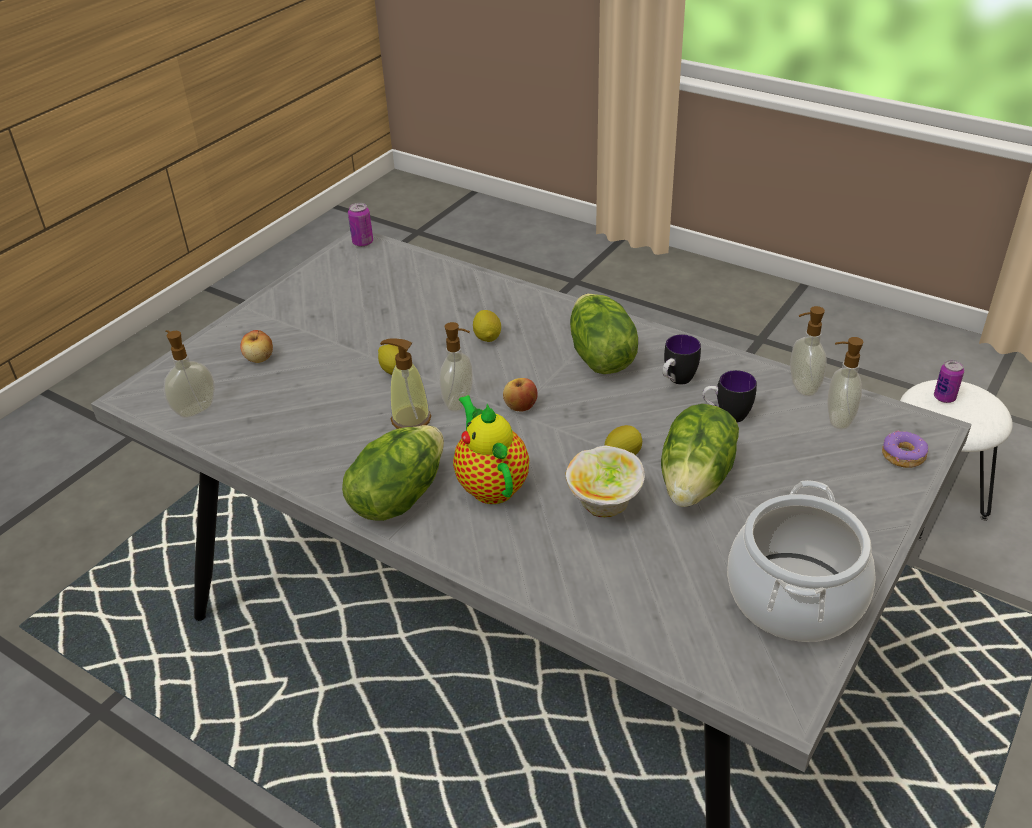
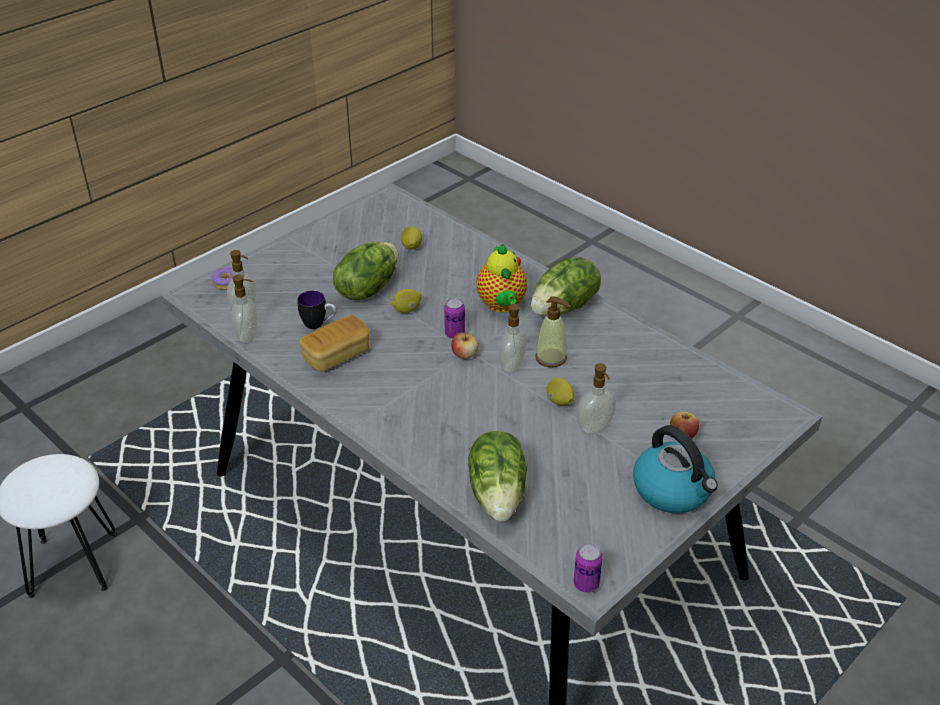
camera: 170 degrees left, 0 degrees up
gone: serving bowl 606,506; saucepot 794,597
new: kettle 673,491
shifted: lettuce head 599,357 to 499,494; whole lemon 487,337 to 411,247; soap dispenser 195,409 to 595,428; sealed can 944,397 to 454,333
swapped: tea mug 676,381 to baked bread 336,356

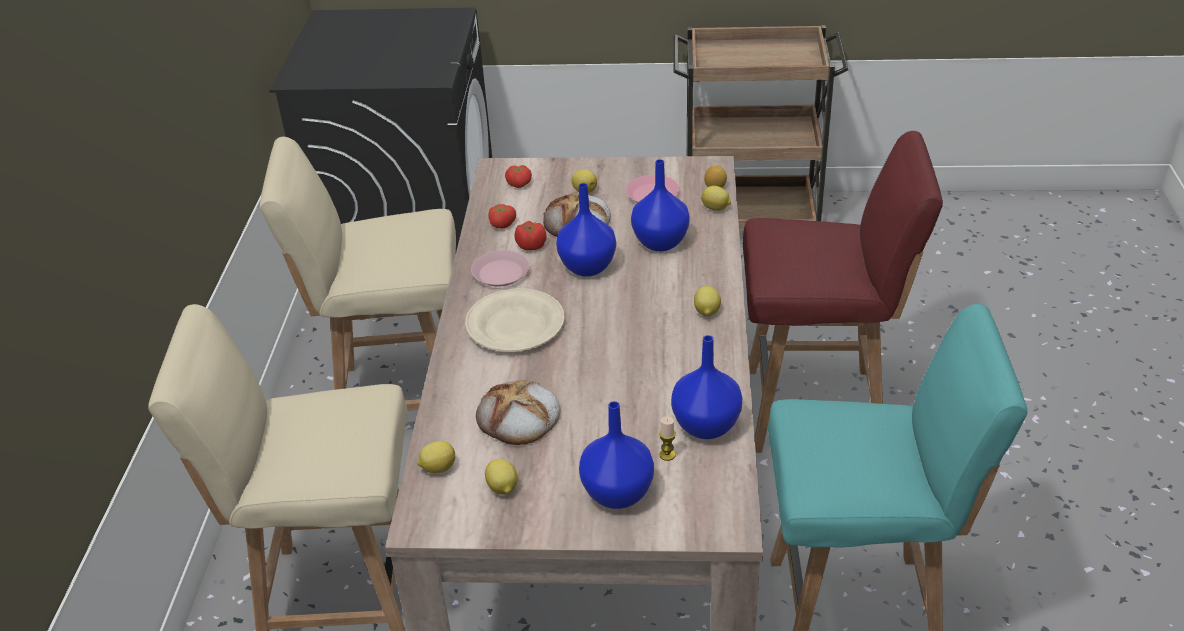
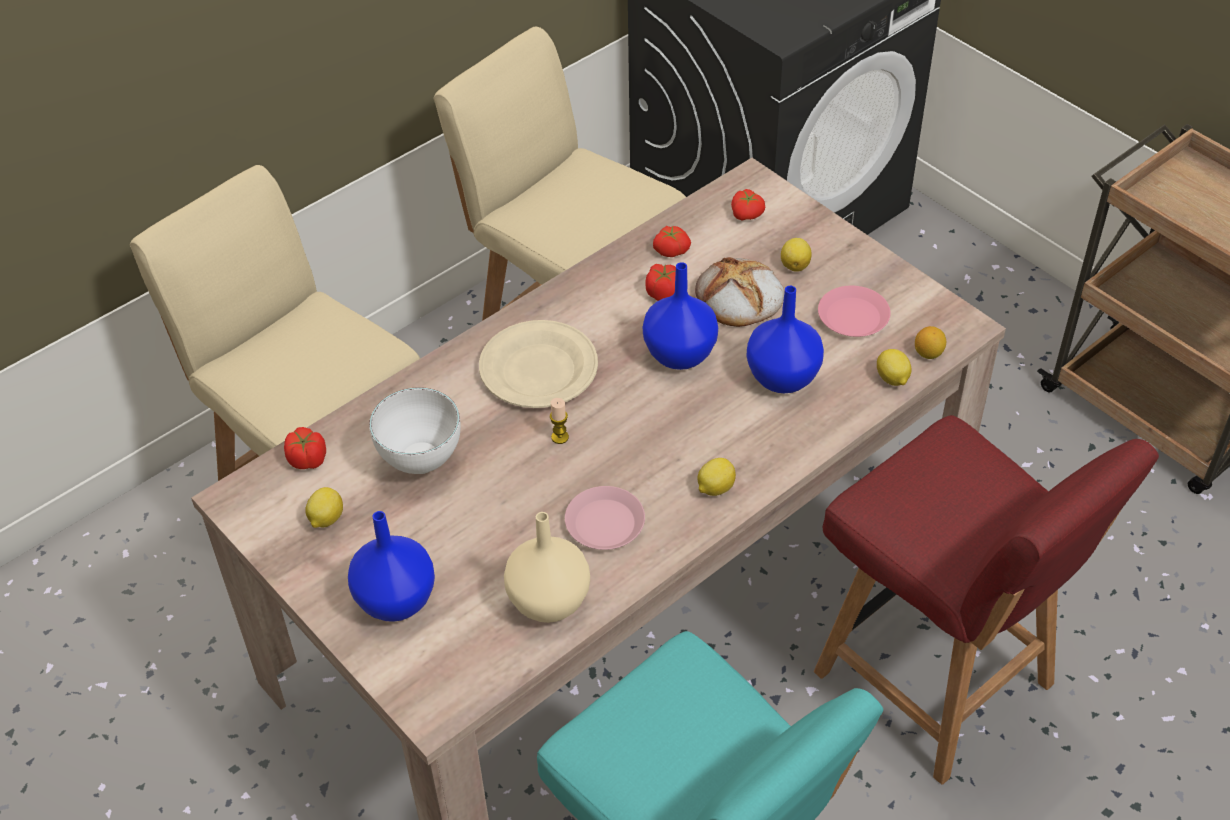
camera: 45 degrees right, 10 degrees up
shifted: pink-coloured flat dish 501,273 to 605,523; candle 667,455 to 560,437
swapped: baked bread 519,418 to whitish serving bowl 421,464; whole lemon 438,468 to tomato 308,459
repainted: blue flower vase 707,426 to beige-coloured flower vase 550,603

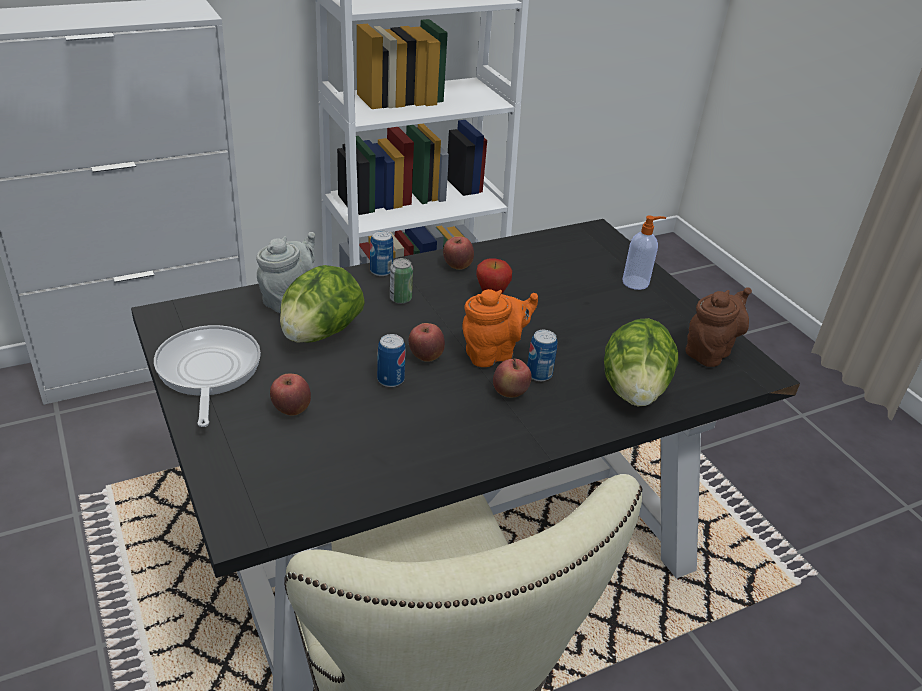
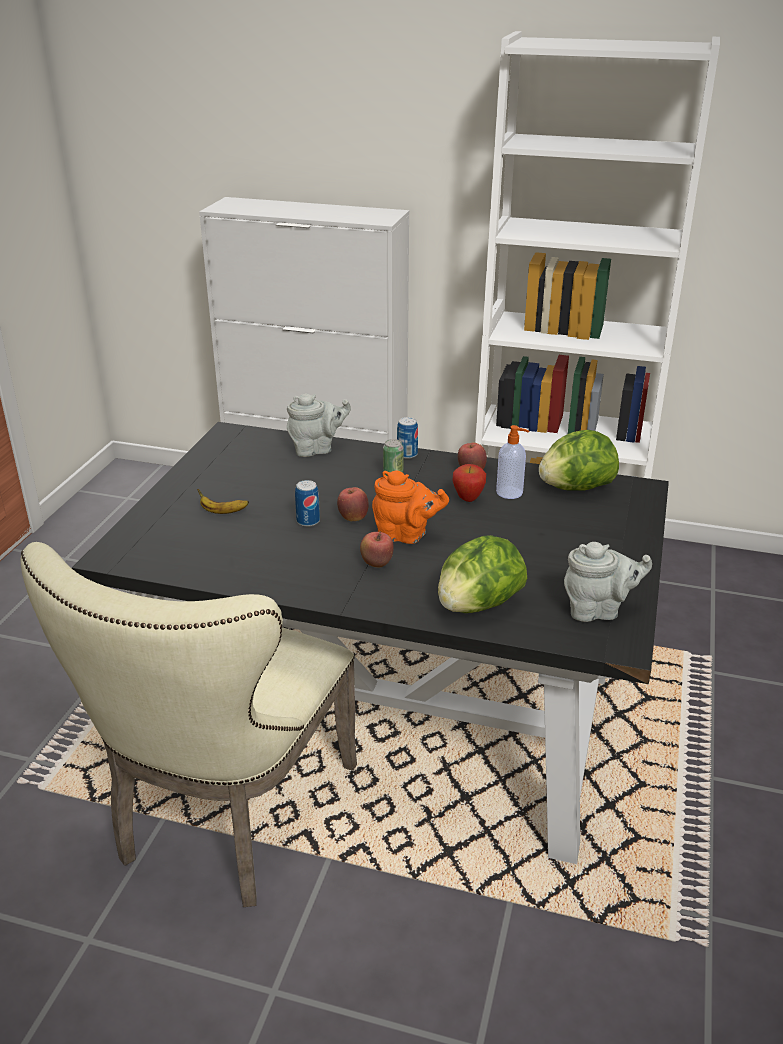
camera: 45 degrees right, 5 degrees down
gone: frying pan 208,372; sealed can 539,374
shifted: soap dispenser 636,282 to 510,493; lettuce head 320,333 to 575,488
swapped: apple 291,410 to banana 222,512
repainted: brown-coloured tea pot 710,351 to grey tea pot 598,610

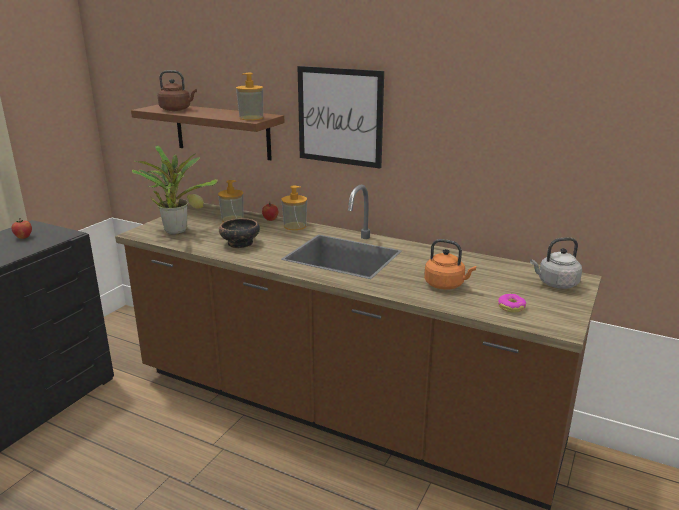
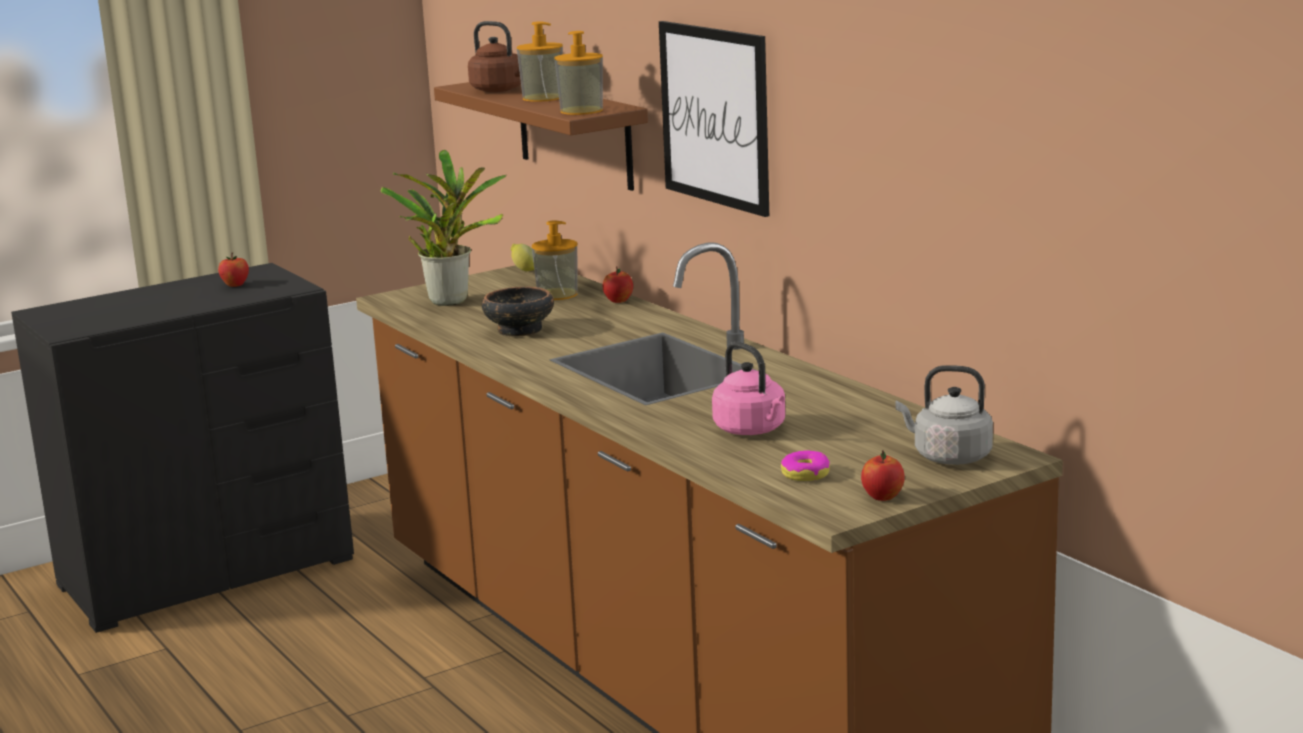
camera: 30 degrees right, 5 degrees down
new: apple 882,497
shifted: soap dispenser 295,226 to 542,97
repainted: orange kettle 446,285 to pink-coloured kettle 752,430

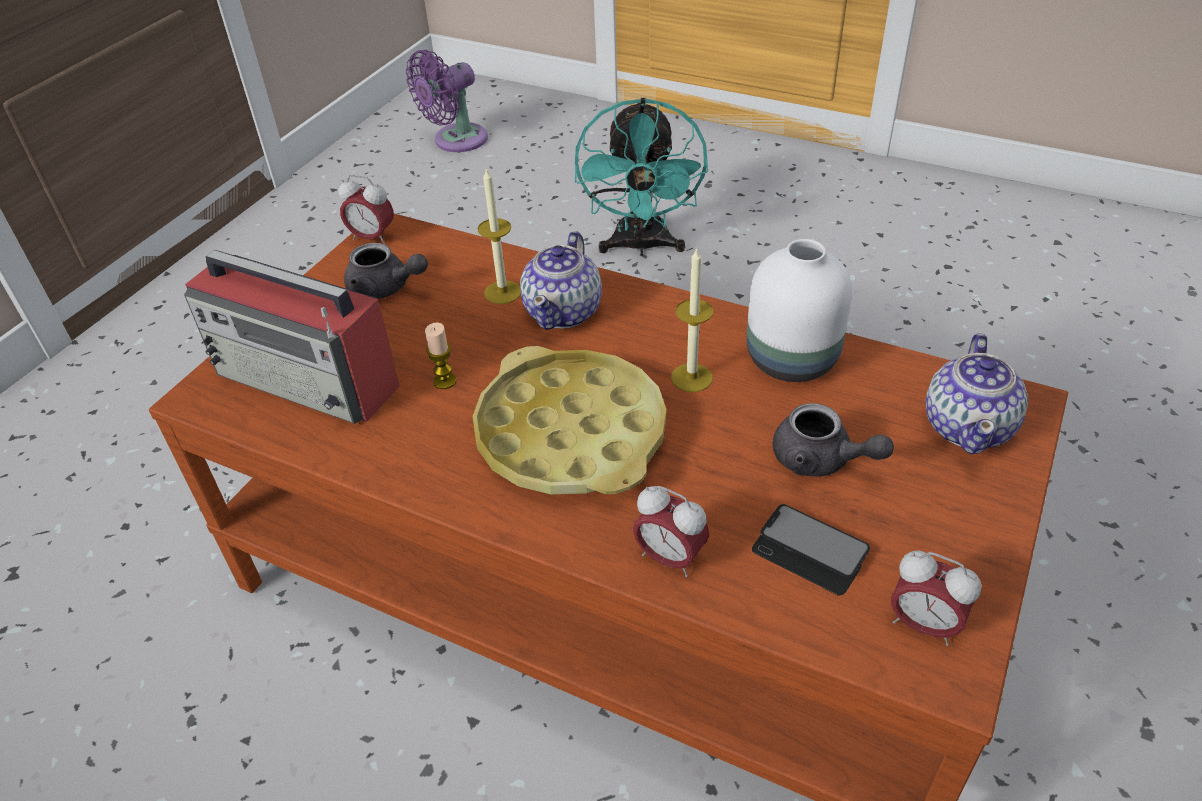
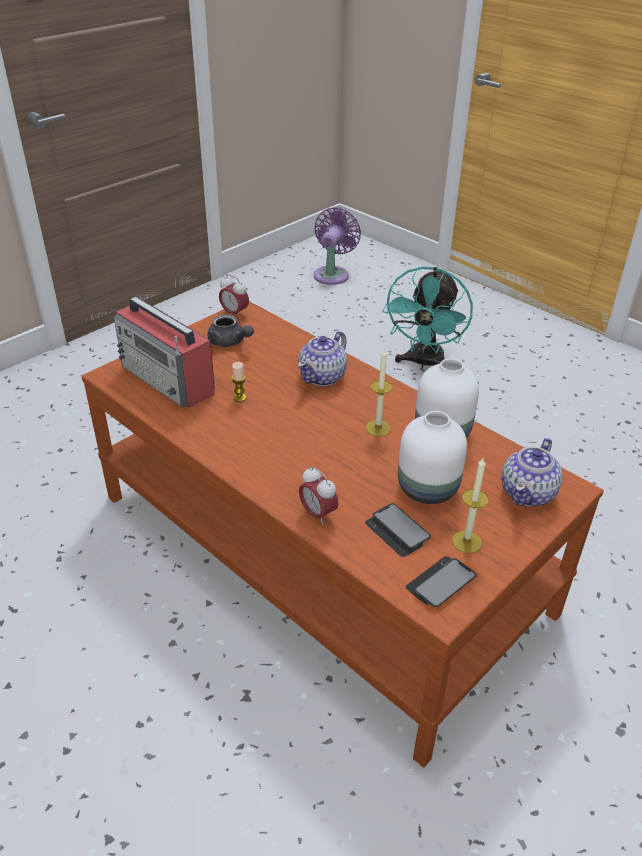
camera: 15 degrees right, 5 degrees down
gone: yellow-coloured carrying tray 570,434
shifted: candle 502,292 to 466,542
swapped: grey tea pot 821,460 to whitish flower vase 429,488; alarm clock 923,625 to telephone 440,583
rotated: purplish electric fan 456,141 = 332,274 135 degrees clockwise

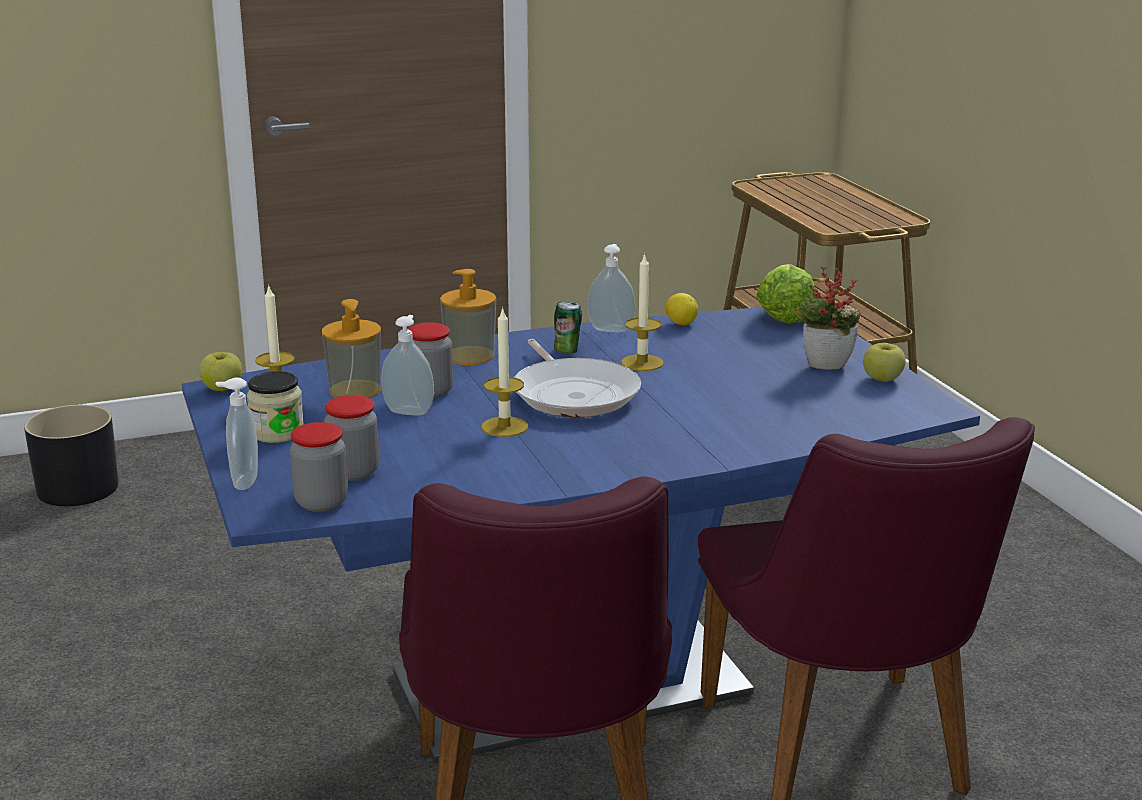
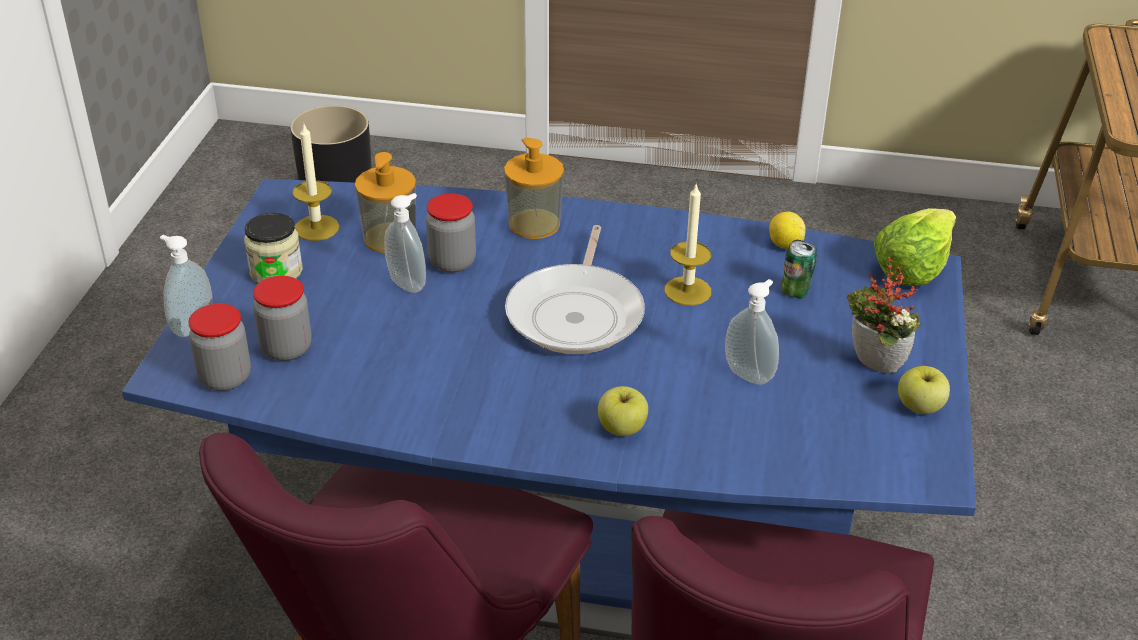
camera: 30 degrees right, 15 degrees up
gone: candle 504,427
shifted: soap dispenser 611,329 to 750,374; sealed can 567,350 to 795,292; apple 222,388 to 622,428

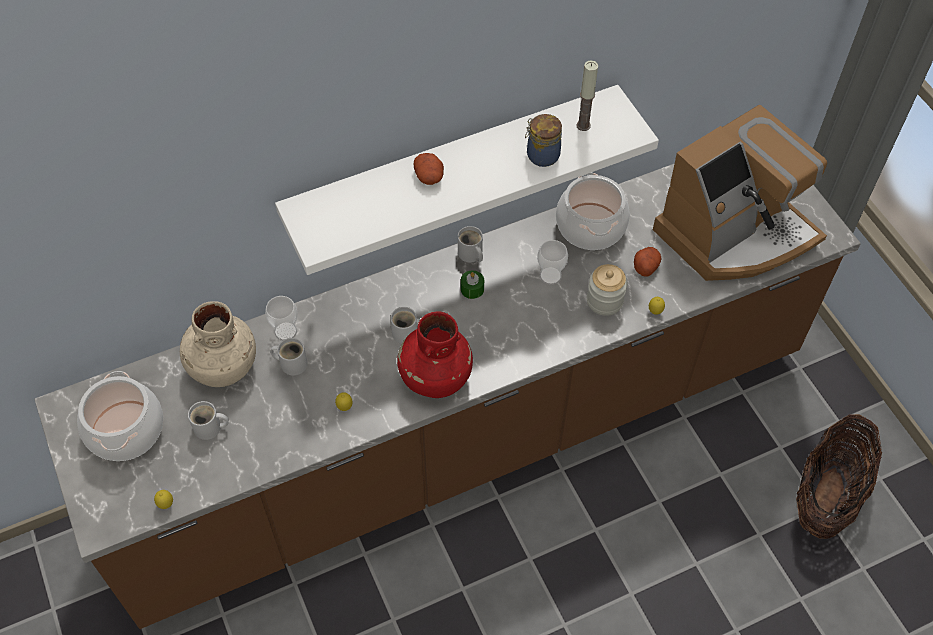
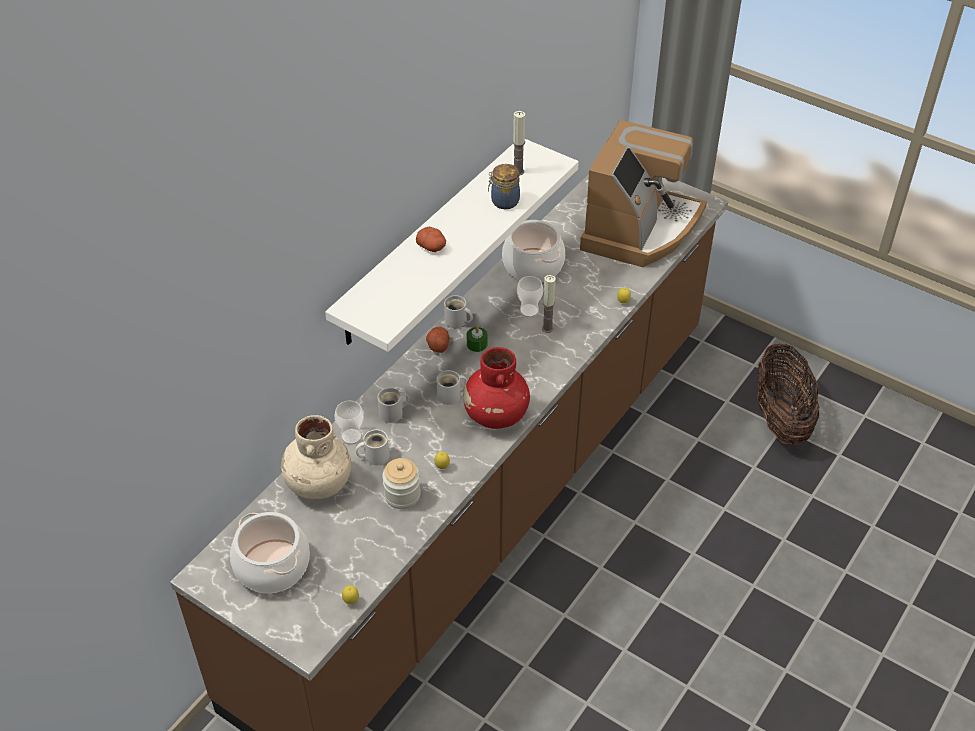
camera: 30 degrees left, 10 degrees down
new: candle 547,328
shifted: spud 645,266 to 438,345; storage jar 604,301 to 402,495; whitish tea mug 210,428 to 393,413

